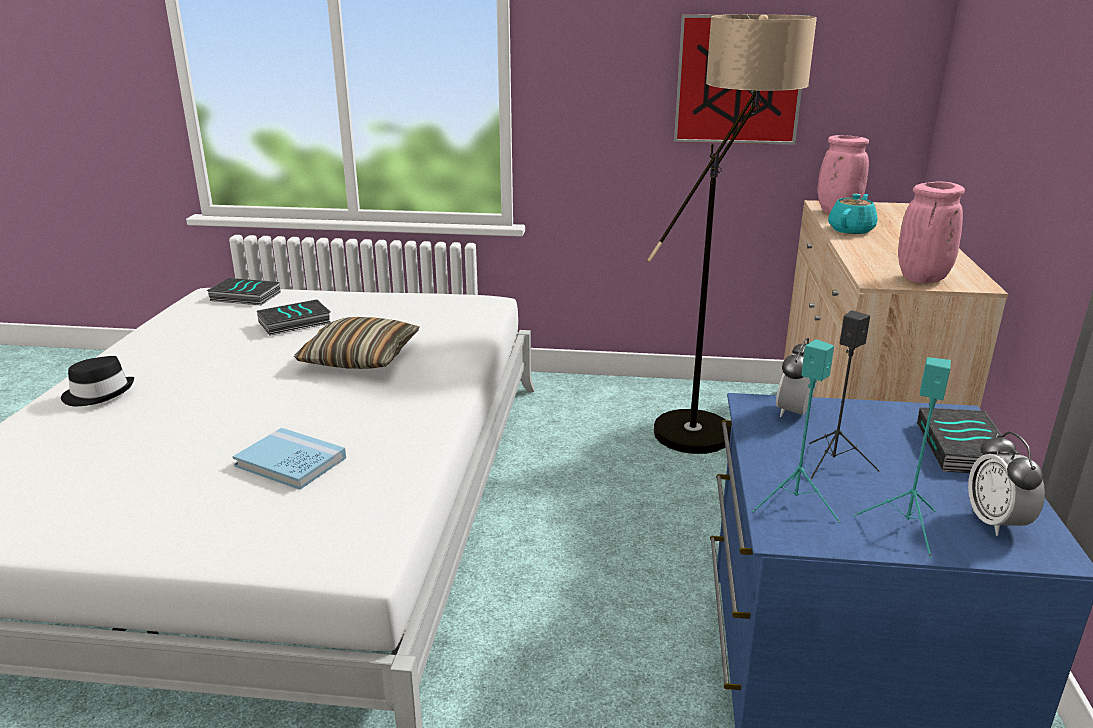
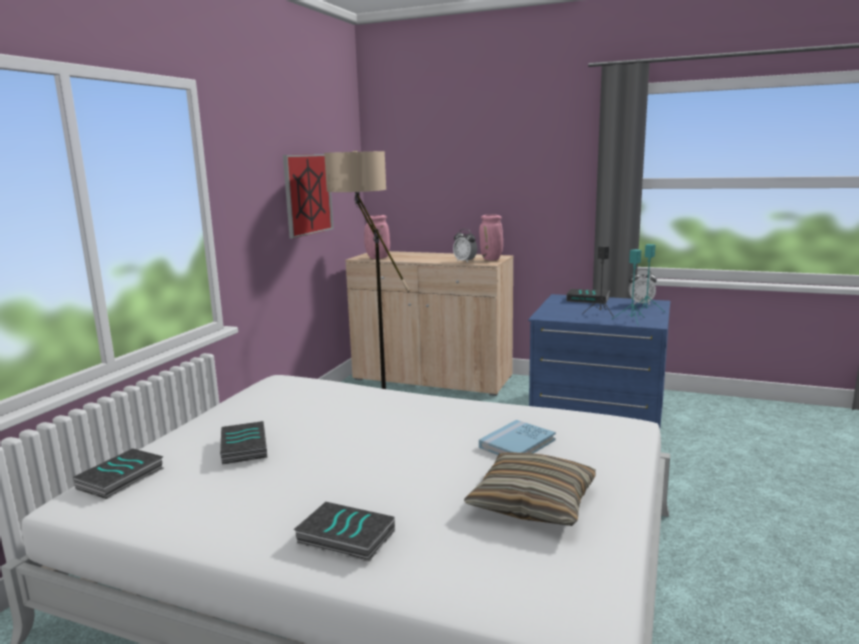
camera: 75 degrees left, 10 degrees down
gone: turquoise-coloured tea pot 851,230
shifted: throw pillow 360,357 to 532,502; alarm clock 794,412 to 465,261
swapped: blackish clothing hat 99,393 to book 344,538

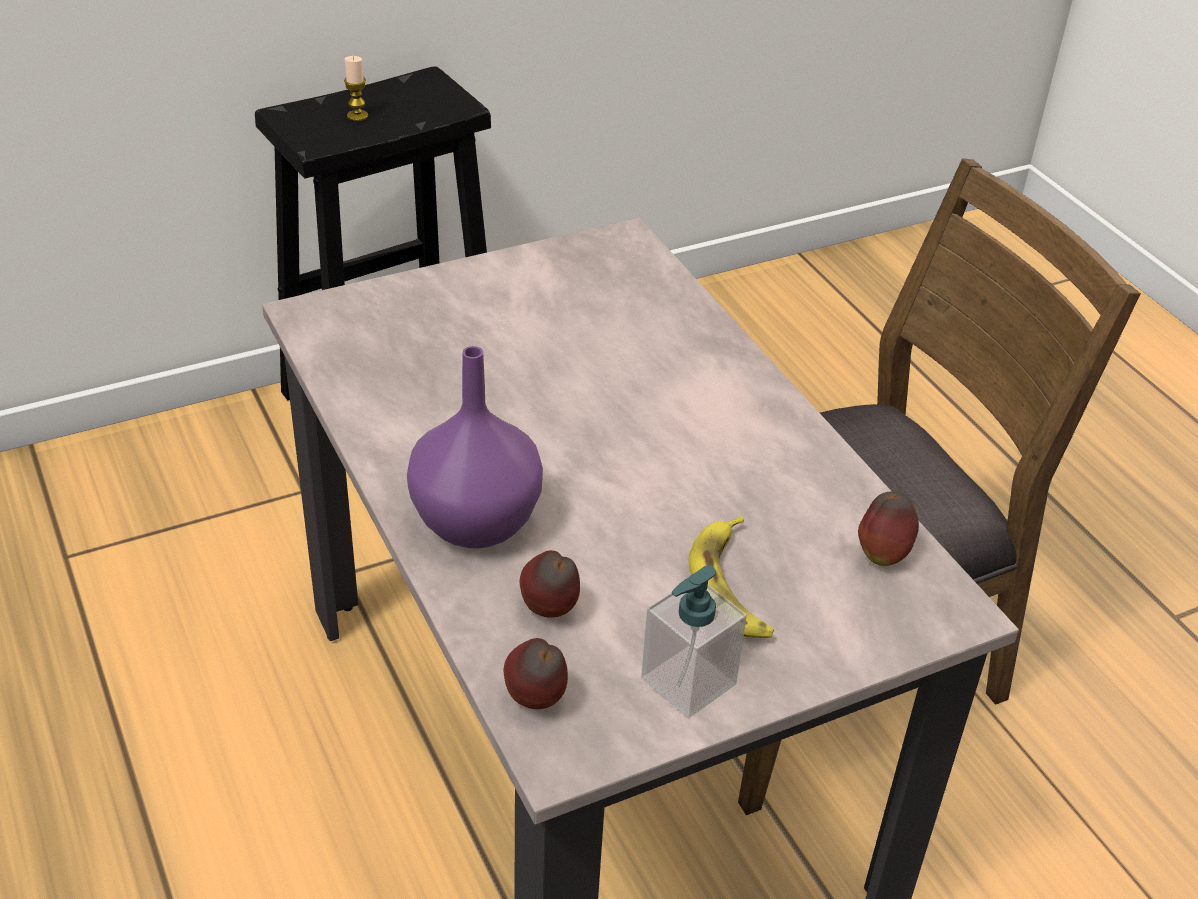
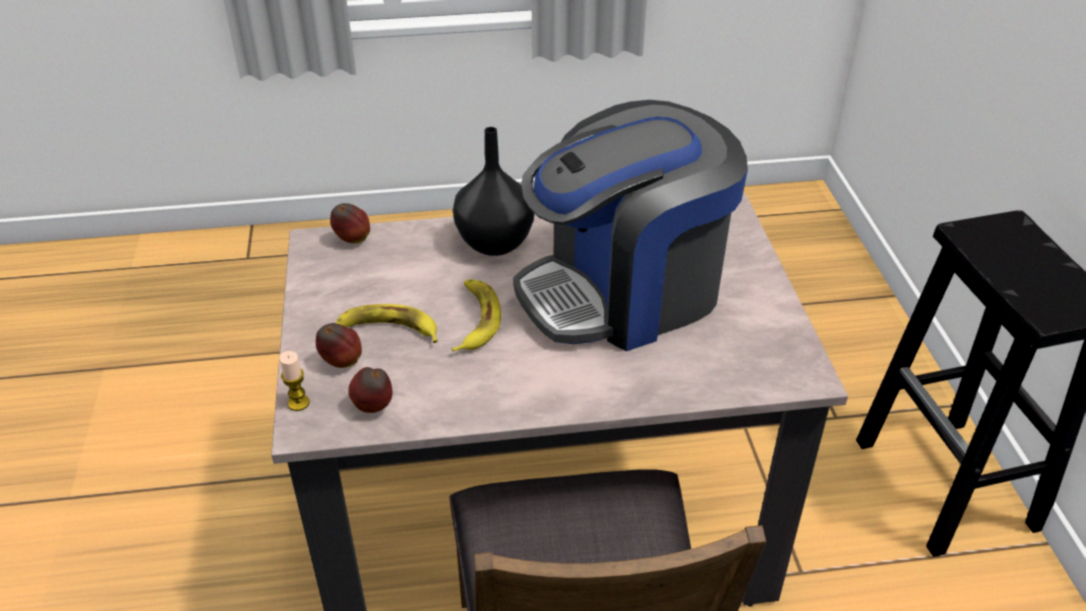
camera: 110 degrees right, 0 degrees up
gone: soap dispenser 688,681
new: coffee machine 624,292; banana 475,319
shifted: candle 357,116 to 298,403; apple 550,611 to 342,363
repainted: purplish flower vase 474,522 to blackish flower vase 496,242

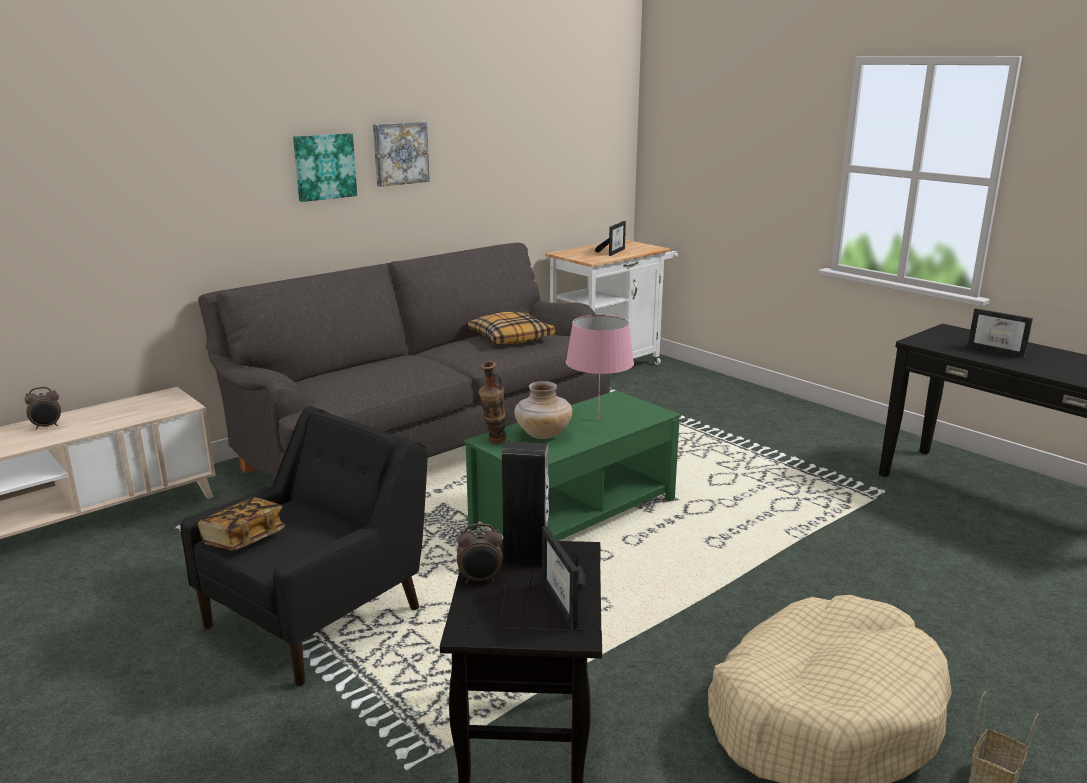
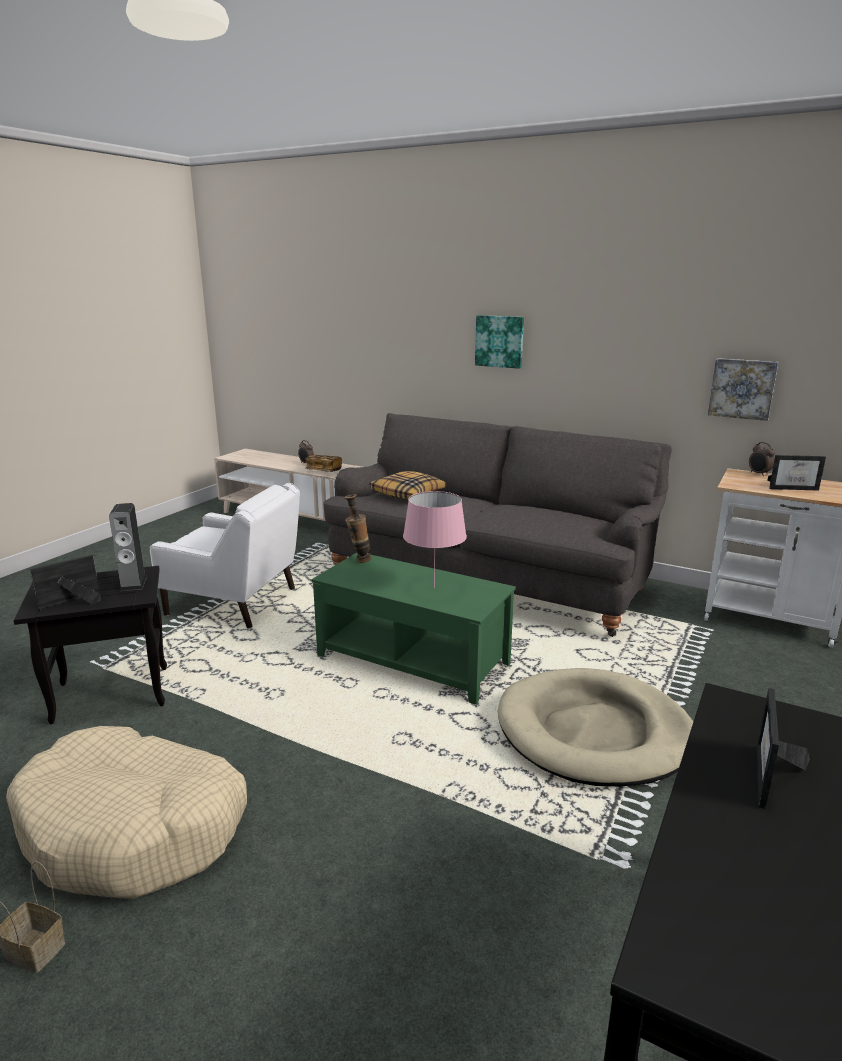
camera: 70 degrees right, 0 degrees up
gone: beige-coloured flower vase 543,434
new: beige-coloured dog cushion 594,732
shifted: wall art 400,153 to 742,388; throw pillow 510,337 to 408,493; book 244,539 to 323,471; alarm clock 480,580 to 759,474
repainted: blackish armchair 319,615 to whitish armchair 235,602

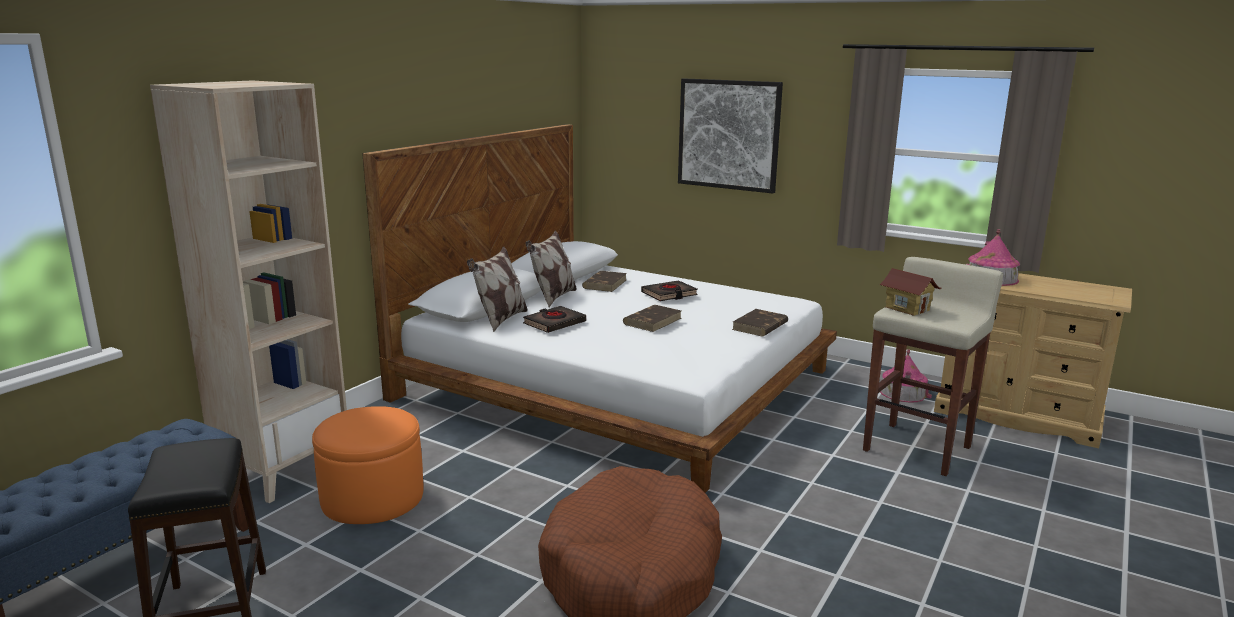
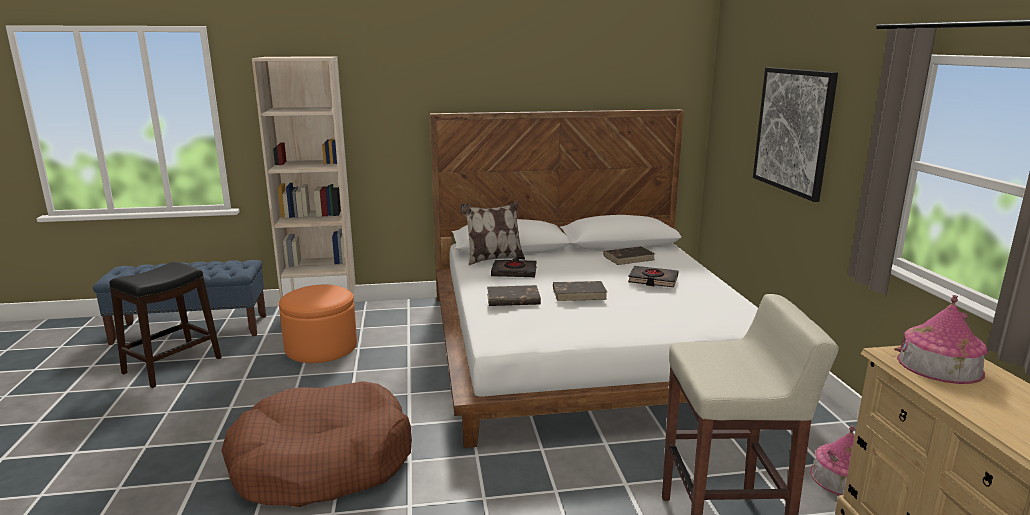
camera: 50 degrees right, 0 degrees up
gone: throw pillow 552,298; toy house 907,309
shifted: brown-coloured book 759,326 to 512,299

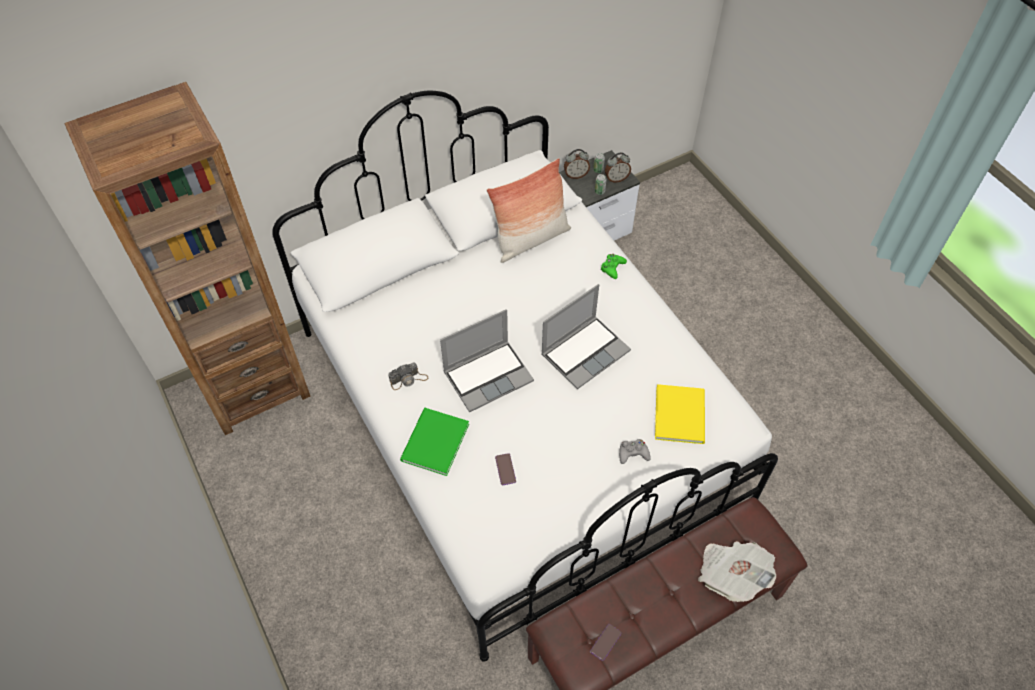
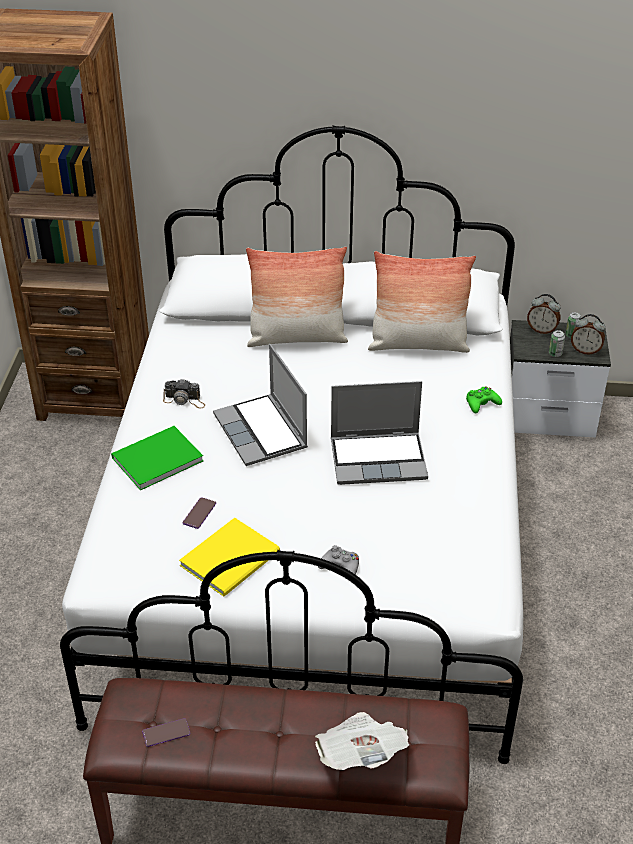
camera: 35 degrees right, 15 degrees down
new: throw pillow 297,338
shifted: yellow-coloured book 681,413 to 233,558
rotated: notebook computer 488,375 = 262,432 60 degrees clockwise

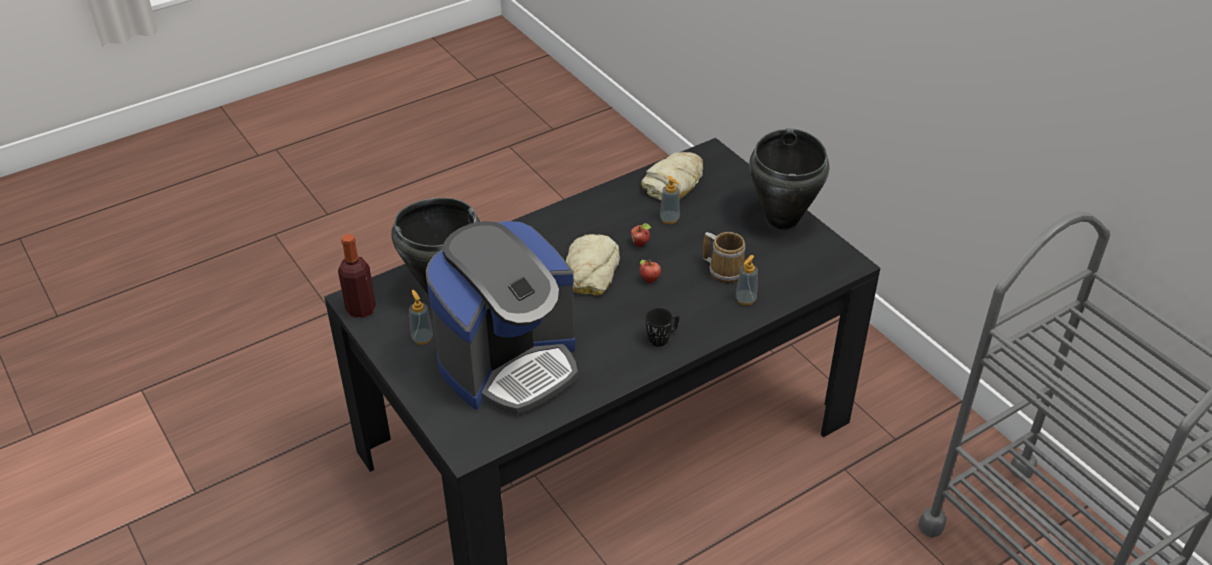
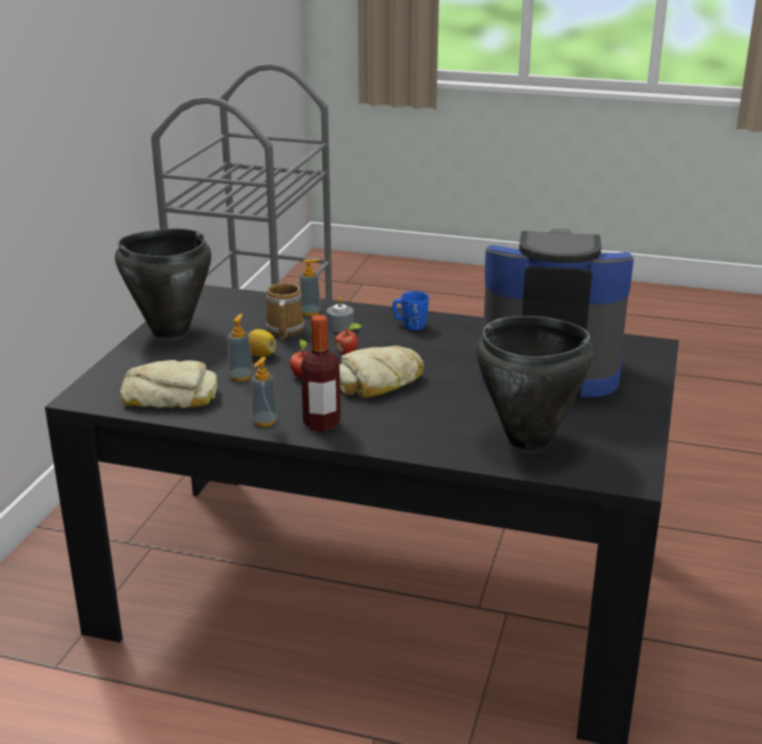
camera: 130 degrees left, 15 degrees down
new: grey candle 340,326; whole lemon 261,355
shifted: drink bottle 361,309 to 321,424; soap dispenser 422,338 to 264,421
repainted: blackish tea mug 662,338 to blue tea mug 410,325

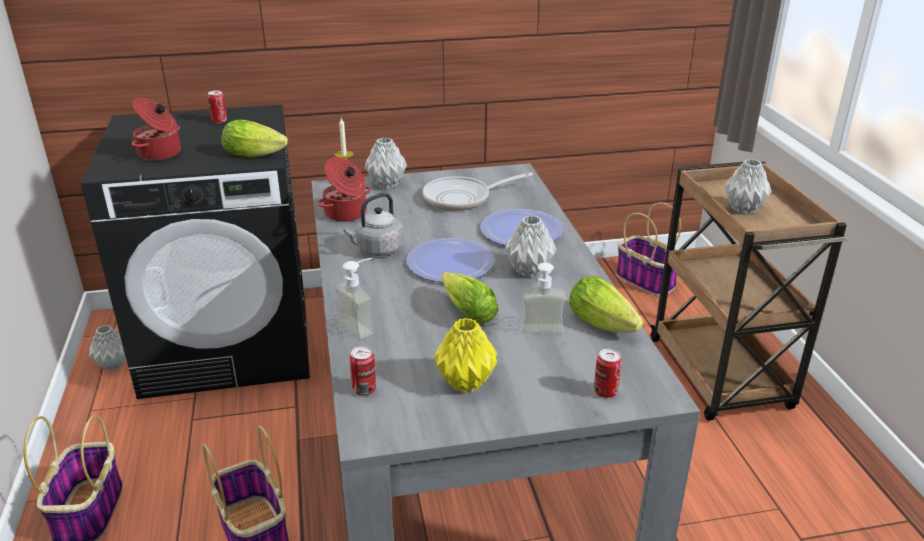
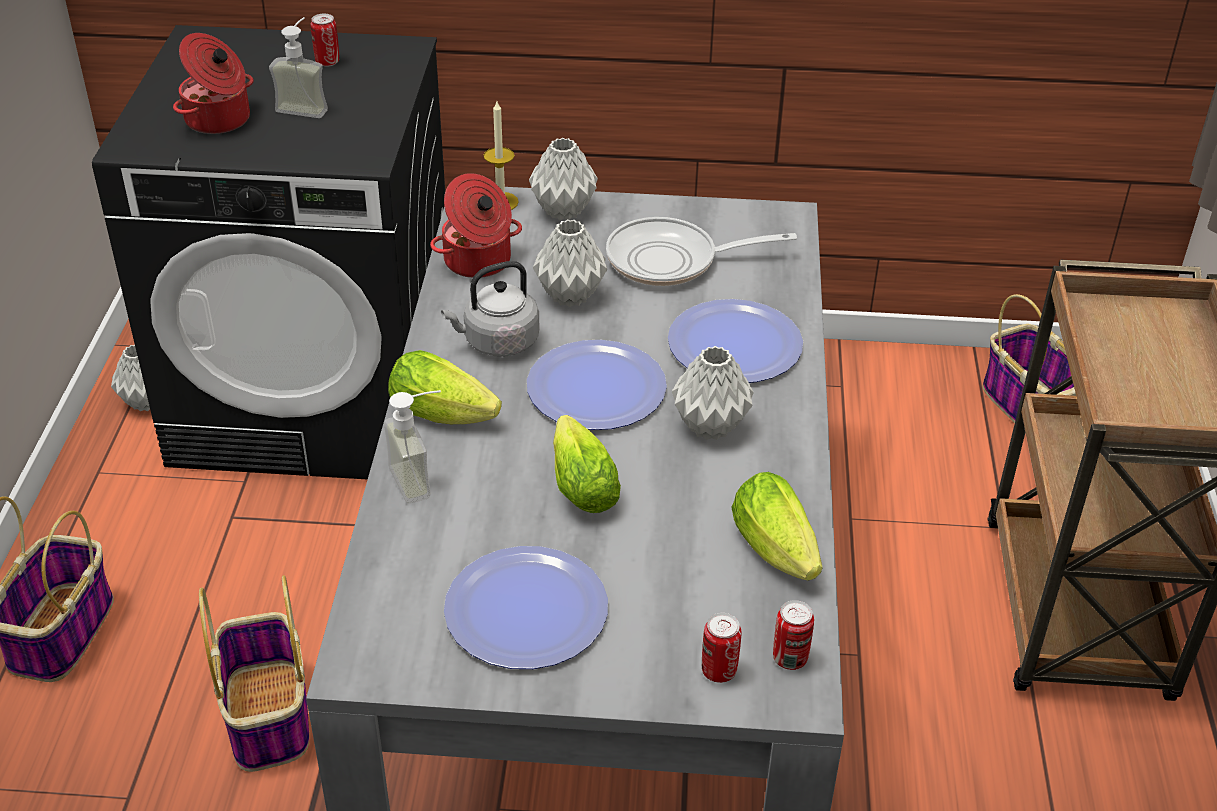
camera: 15 degrees right, 10 degrees up
shifted: lettuce head 257,154 to 447,414; grey flower vase 743,208 to 570,295; soap dispenser 540,324 to 305,106; sealed can 364,389 to 790,658
swapped: yellow-coloured flower vase 466,382 to flat dish 526,609

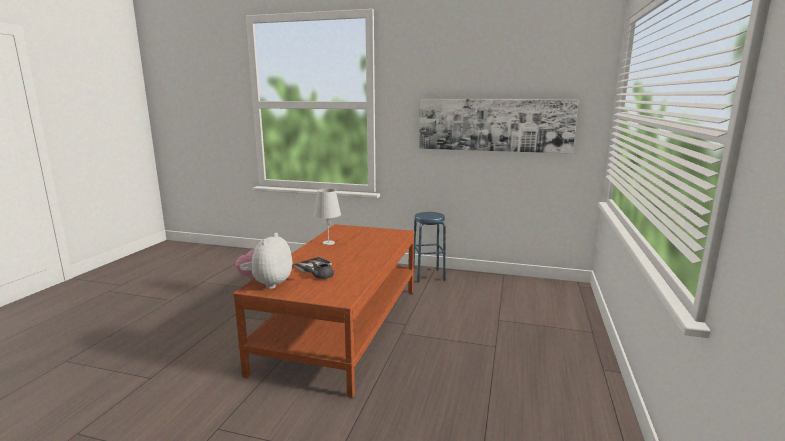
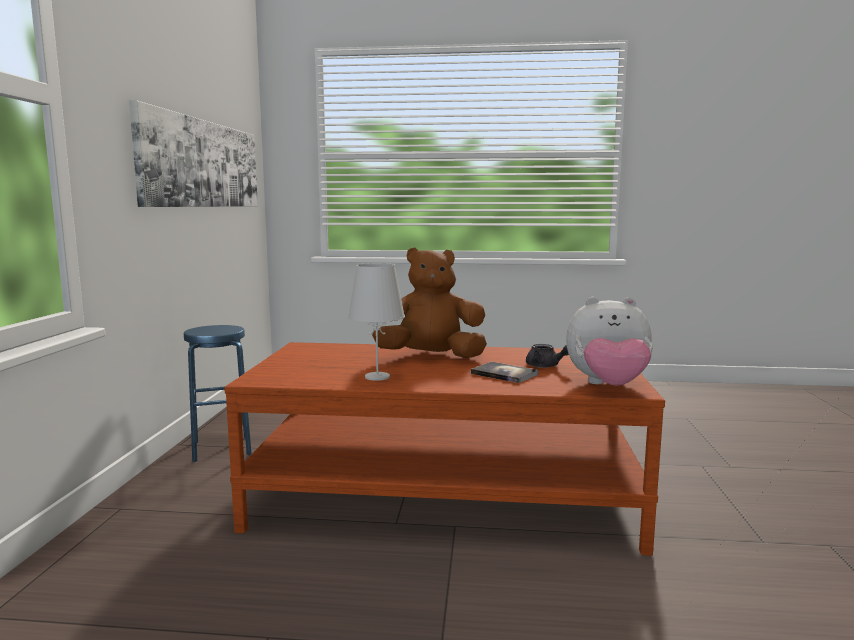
camera: 100 degrees left, 5 degrees down
new: brown-coloured plush toy 431,357

